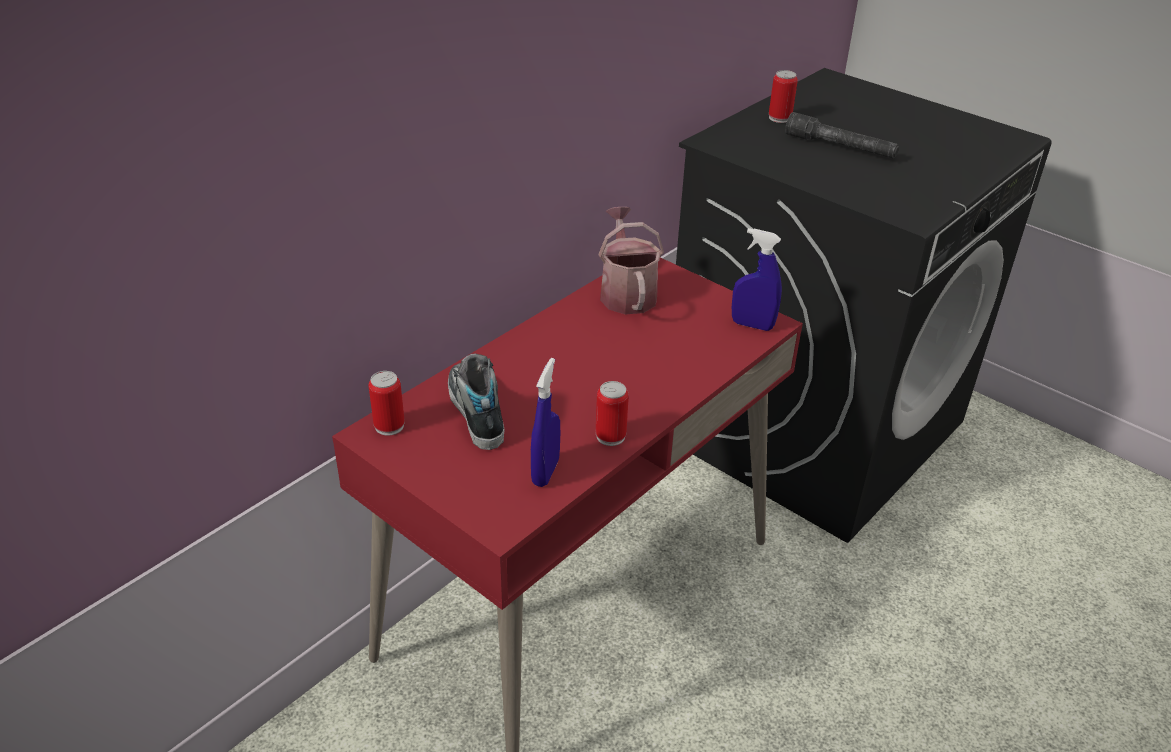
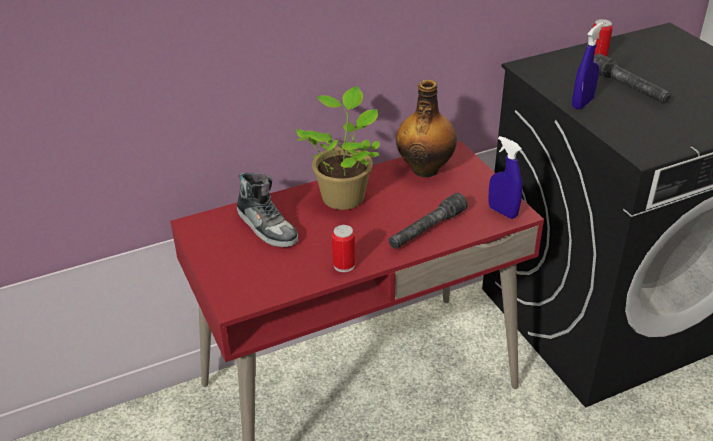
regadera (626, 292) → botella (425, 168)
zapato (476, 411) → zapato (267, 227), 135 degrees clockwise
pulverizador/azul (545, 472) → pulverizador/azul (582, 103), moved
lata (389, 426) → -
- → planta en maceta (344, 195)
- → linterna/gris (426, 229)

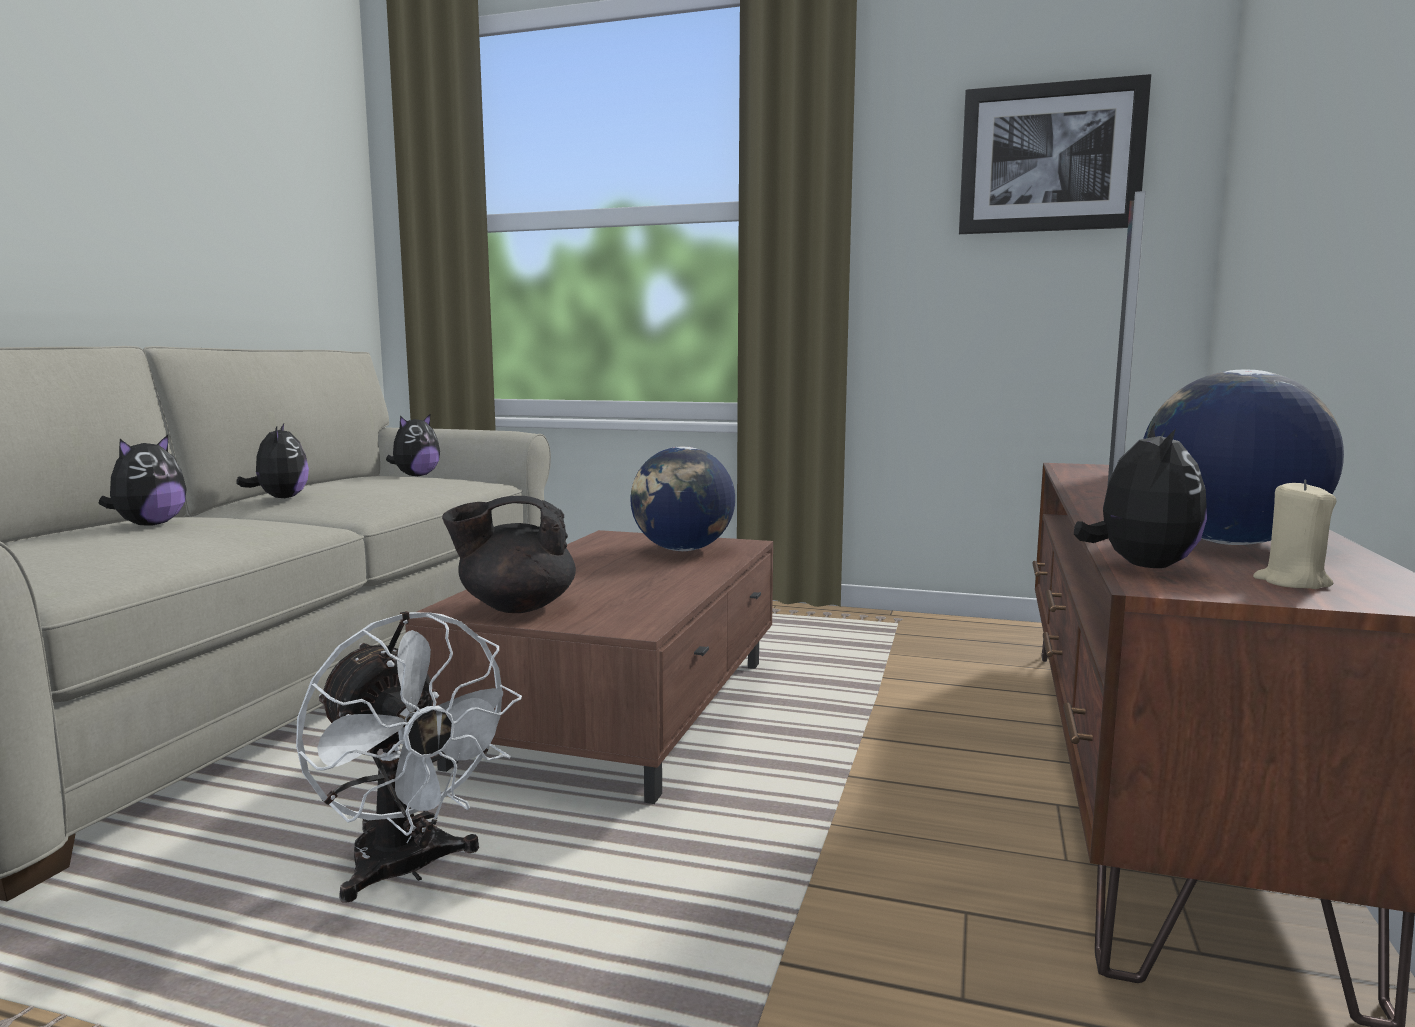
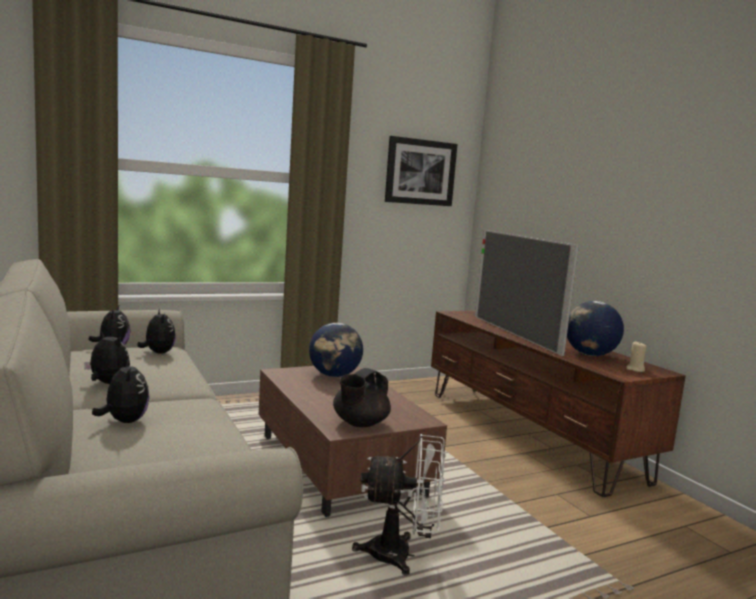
peluche (1139, 566) → peluche (158, 353), moved

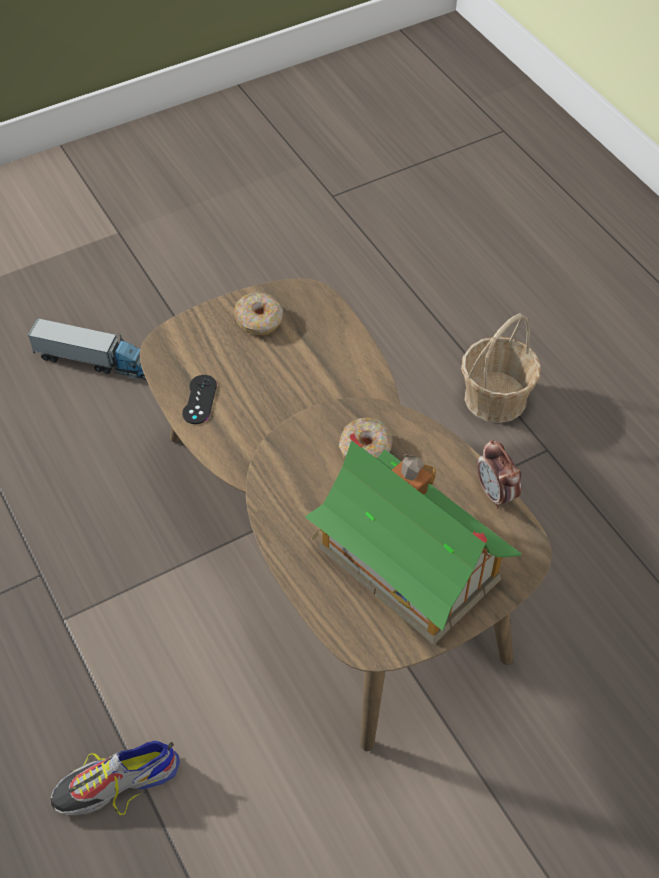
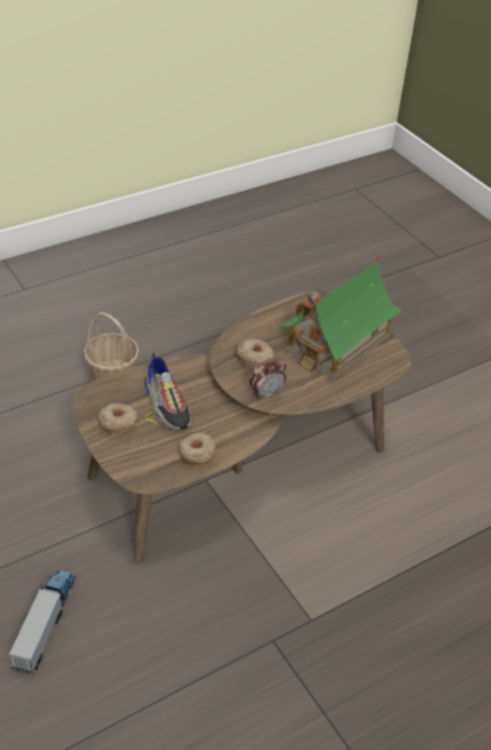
mando de consola/negro (199, 399) → rosquilla (197, 454)
despertador (495, 494) → despertador (267, 394), moved
zapato (116, 783) → zapato (167, 404), moved

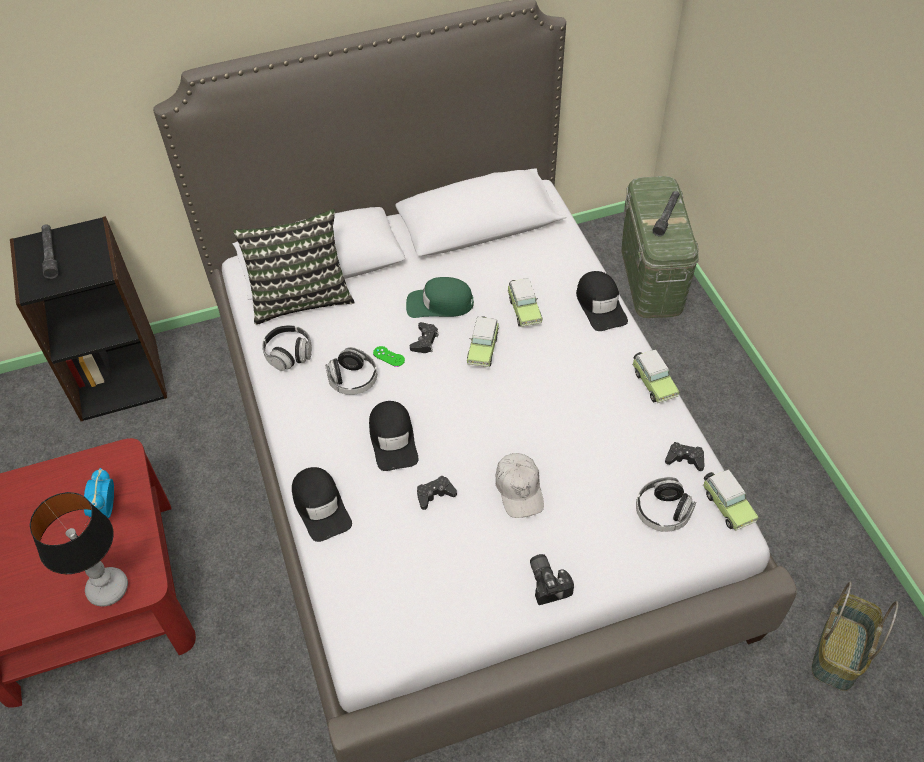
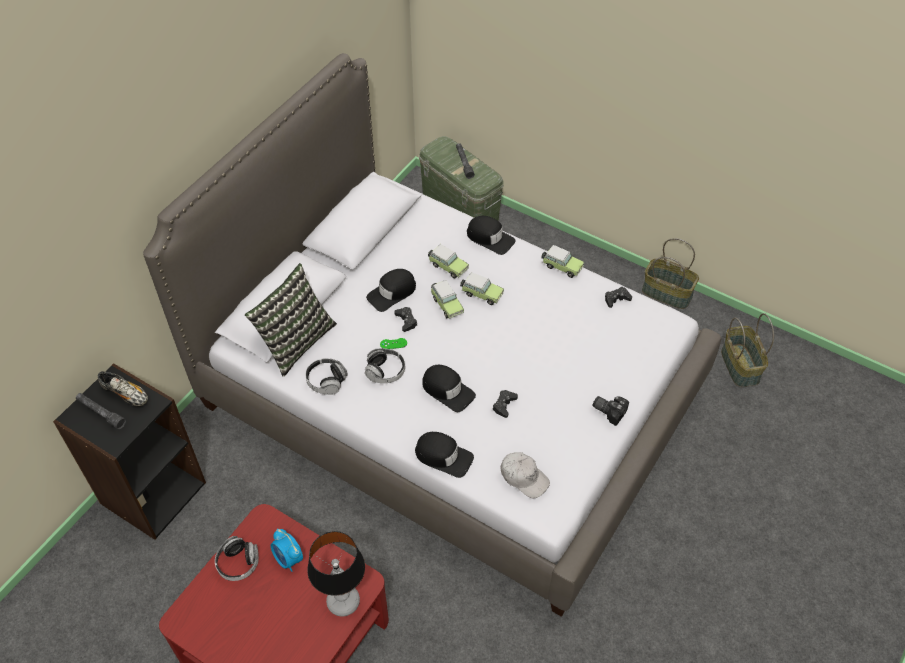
gorra/verde (439, 304) → gorra/negro (392, 293)
gorra/blanco (519, 489) → gorra/blanco (524, 477), moved
coche de juguete (726, 505) → coche de juguete (481, 294), moved
auriculares (662, 512) → auriculares (238, 563), moved
- → cesta (667, 293)
- → zapato (125, 394)

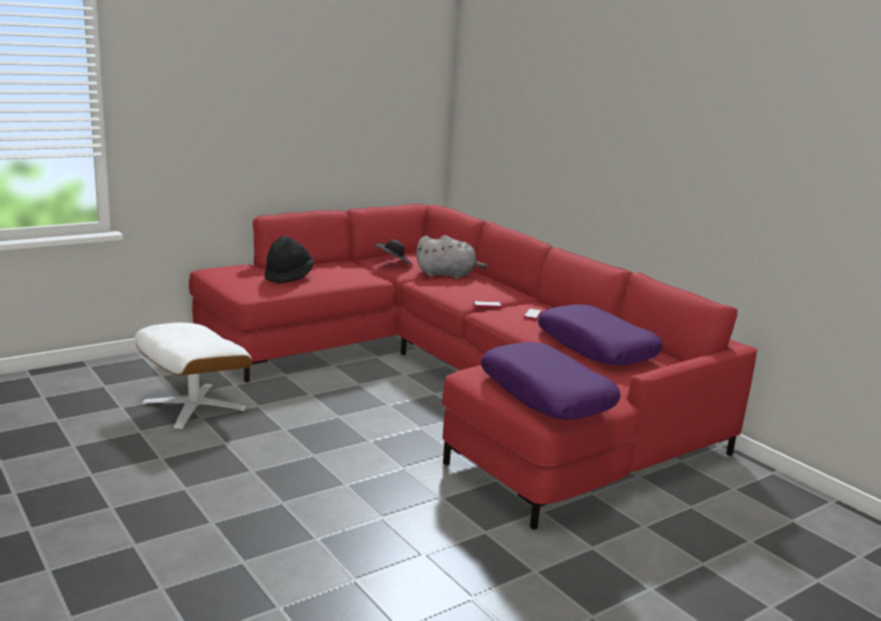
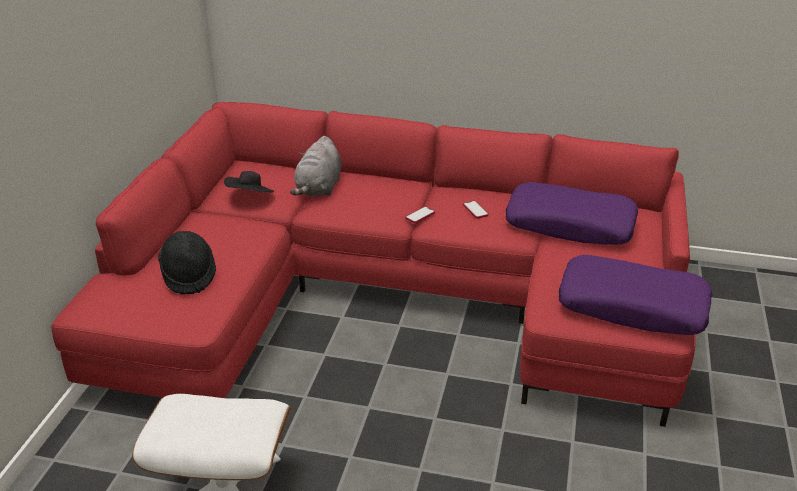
peluche/gris (448, 275) → peluche/gris (319, 188), 135 degrees clockwise

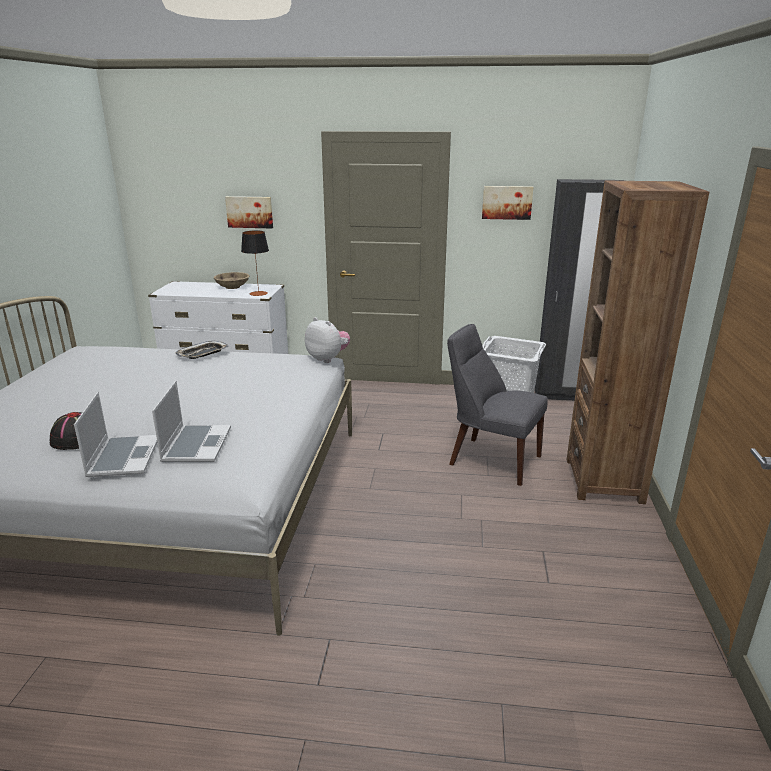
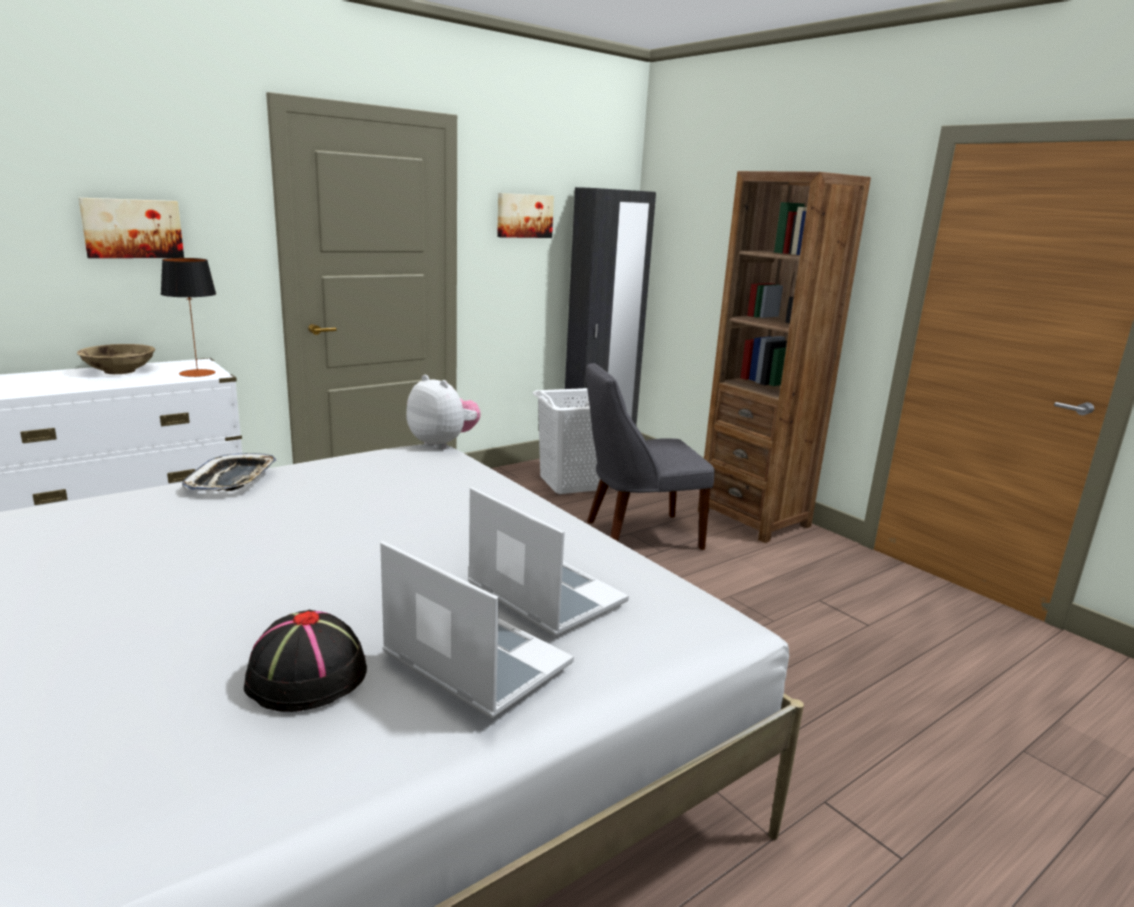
peluche (328, 359) → peluche (443, 444), 45 degrees clockwise

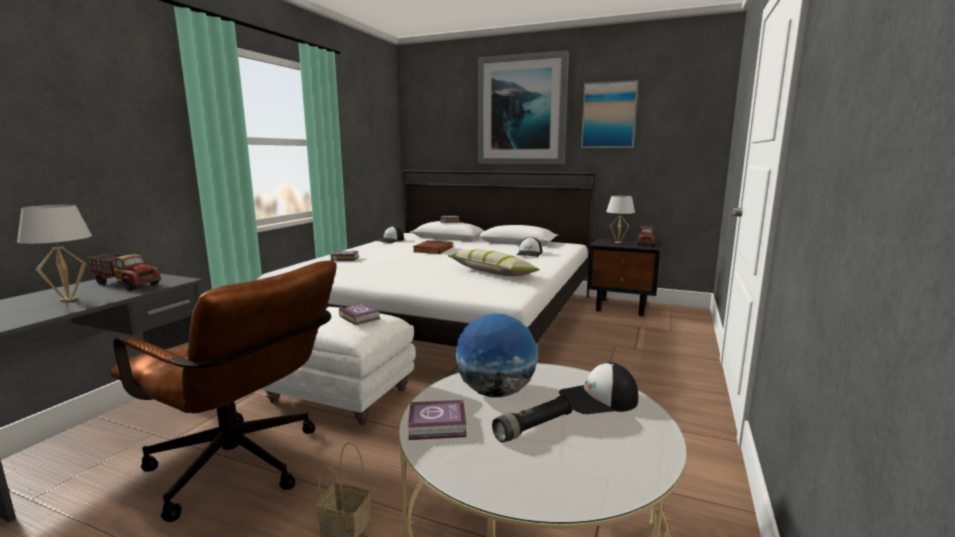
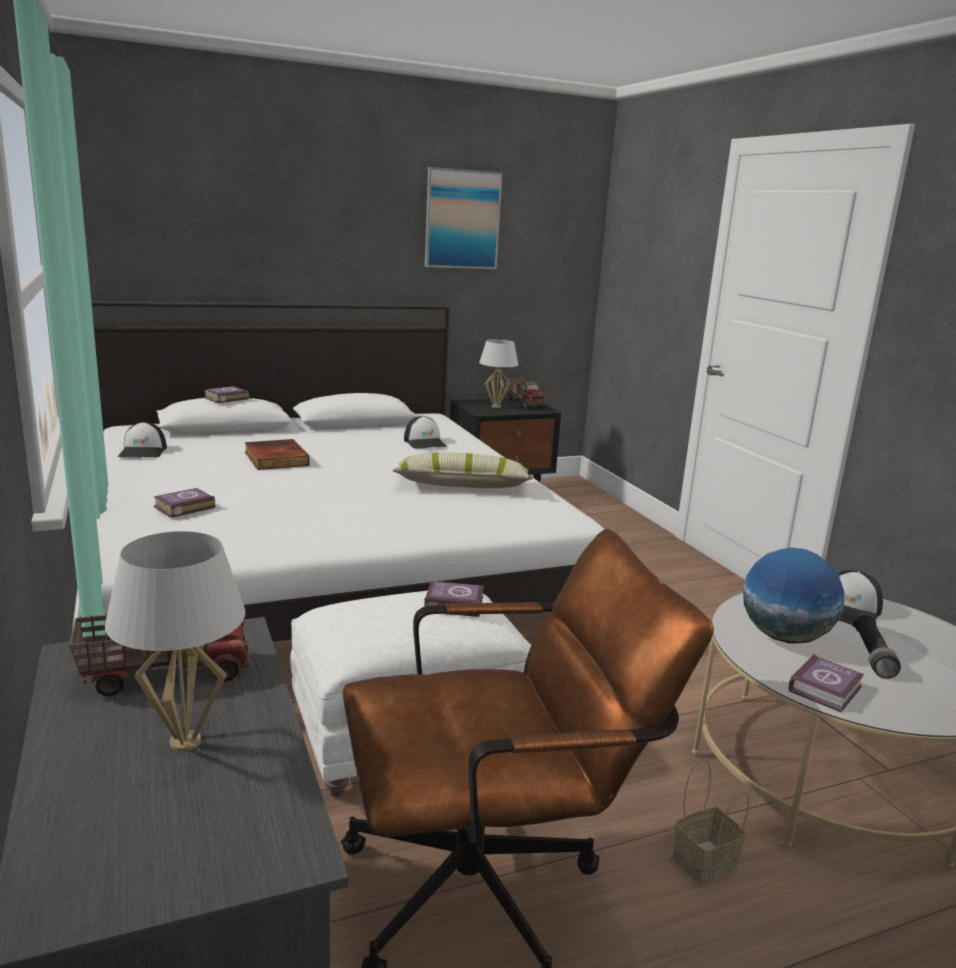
cuadro (522, 110) → -

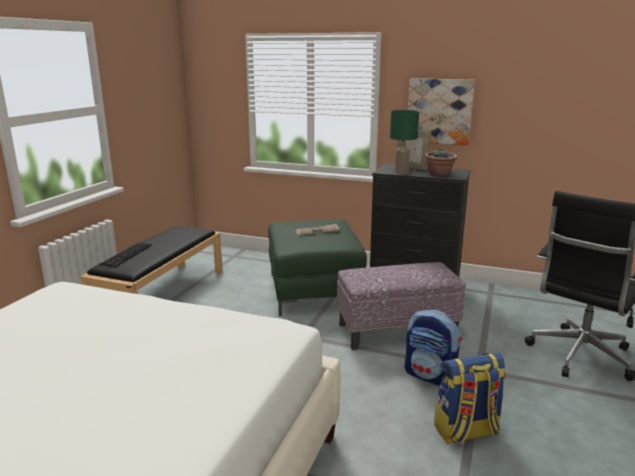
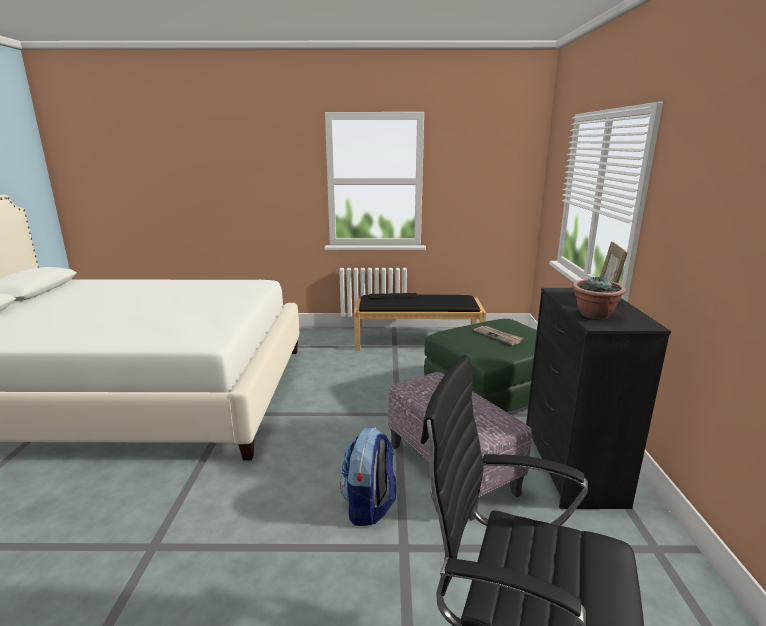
cuadro (439, 111) → -
lámpara de mesa/verde (402, 172) → -
mochila (466, 432) → -

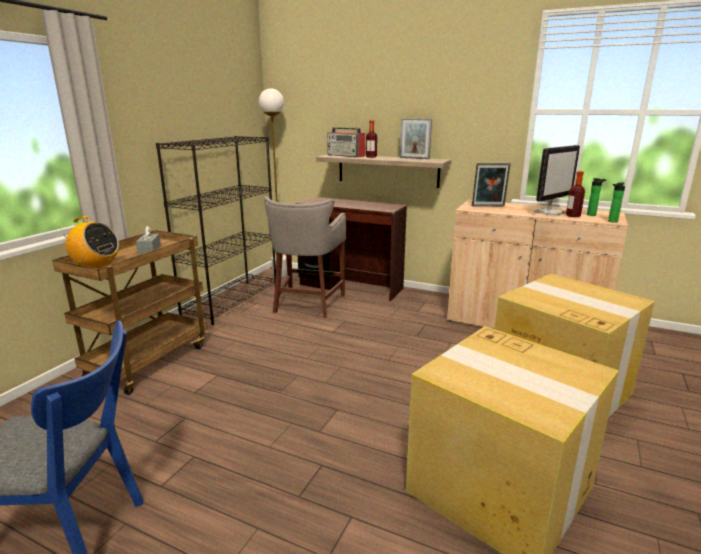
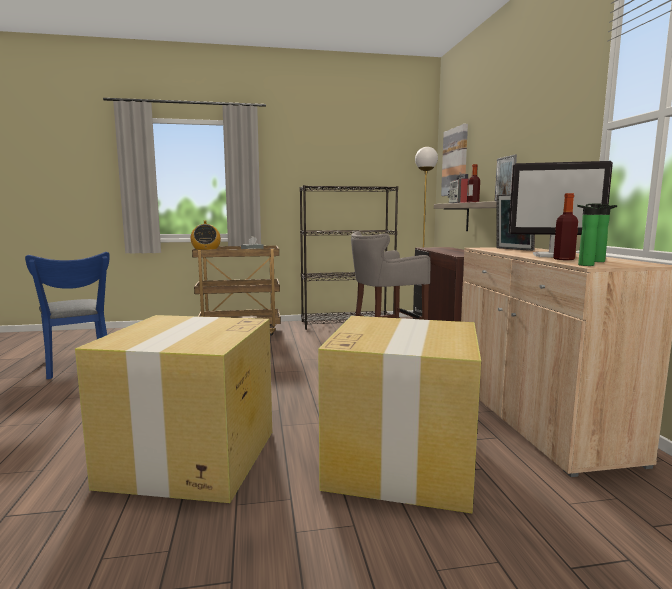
- → cuadro (455, 162)

